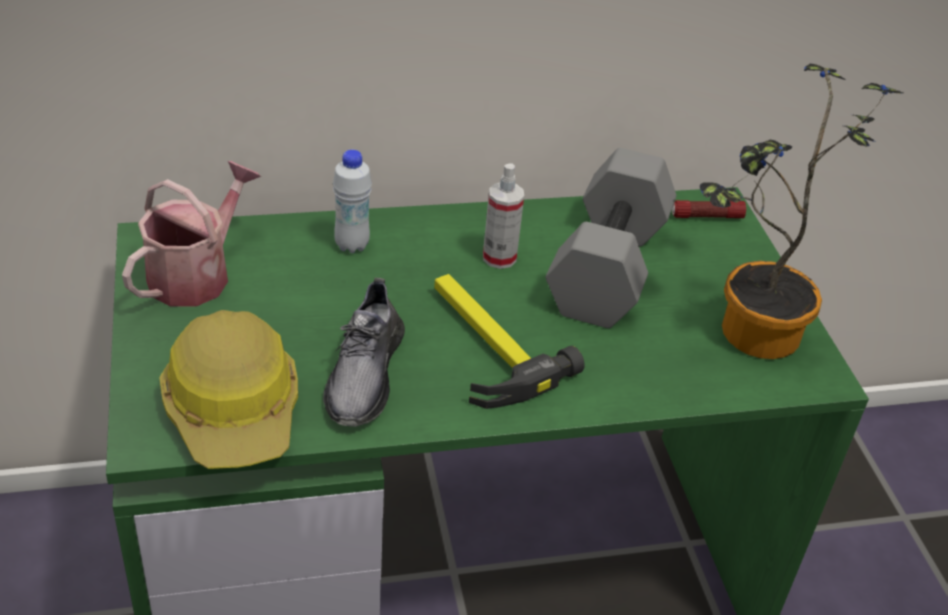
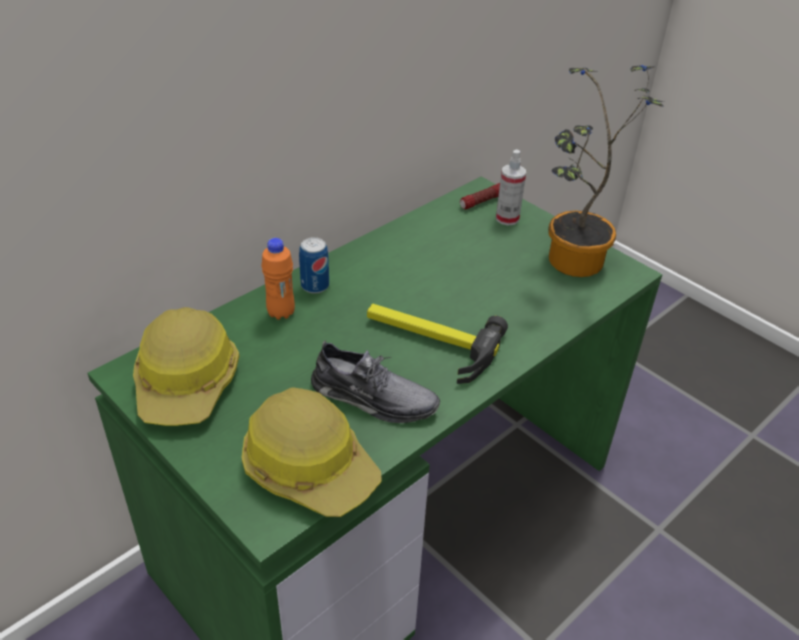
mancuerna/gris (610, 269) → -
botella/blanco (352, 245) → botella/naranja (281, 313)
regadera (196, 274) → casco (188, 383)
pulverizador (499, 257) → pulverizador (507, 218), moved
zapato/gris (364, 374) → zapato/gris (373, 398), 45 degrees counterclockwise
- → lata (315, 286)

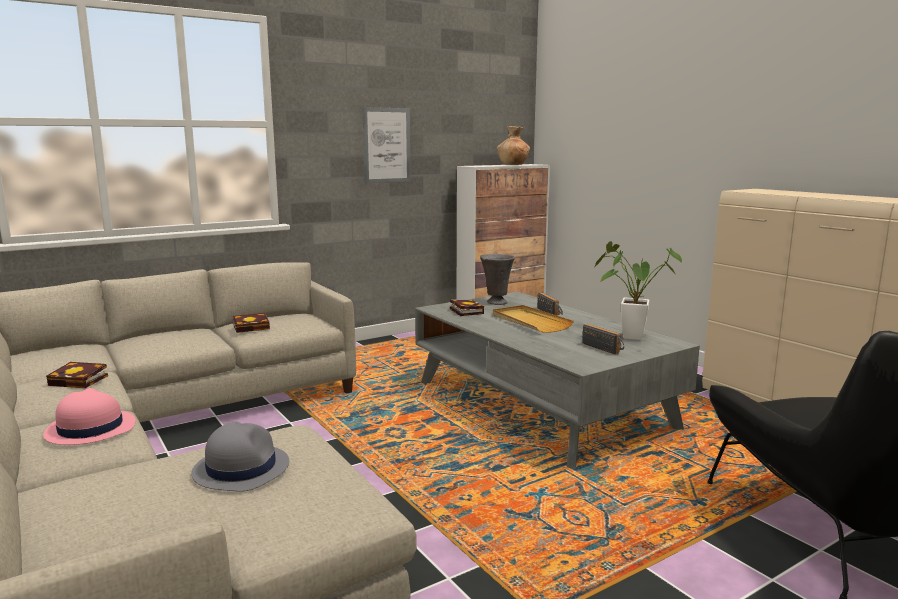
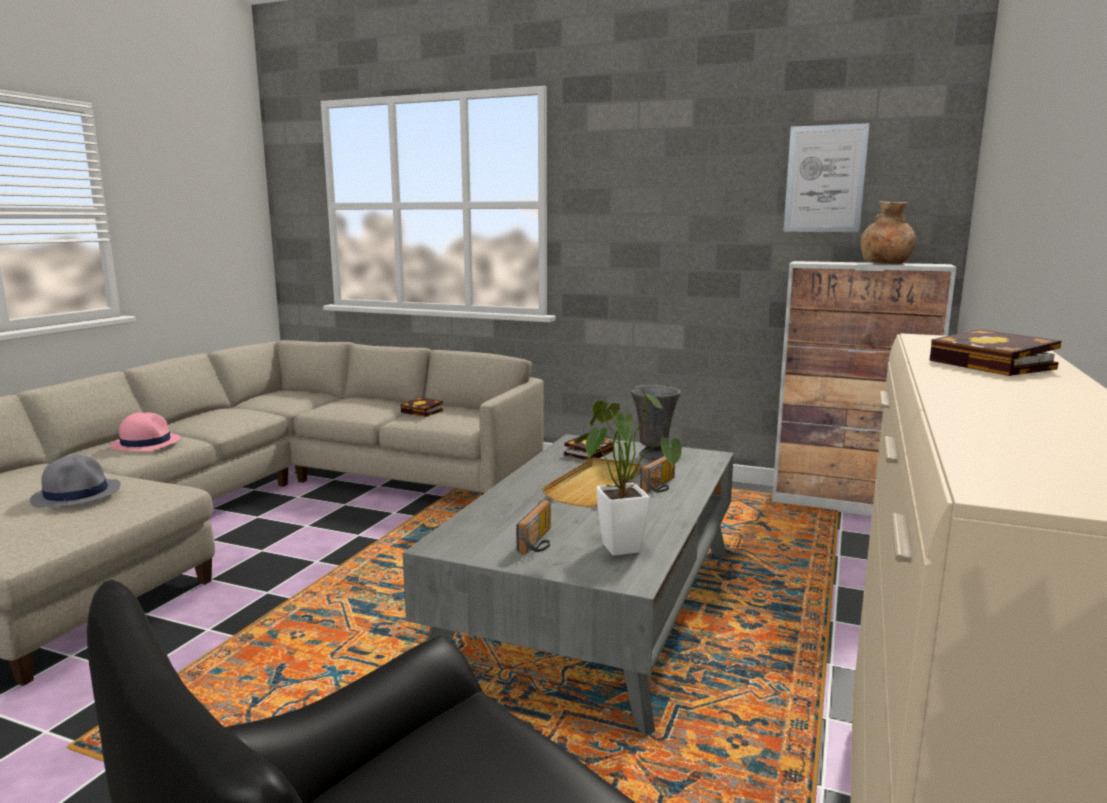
cuadro (386, 145) → cuadro (825, 179), moved
libro (81, 380) → libro (997, 365), moved

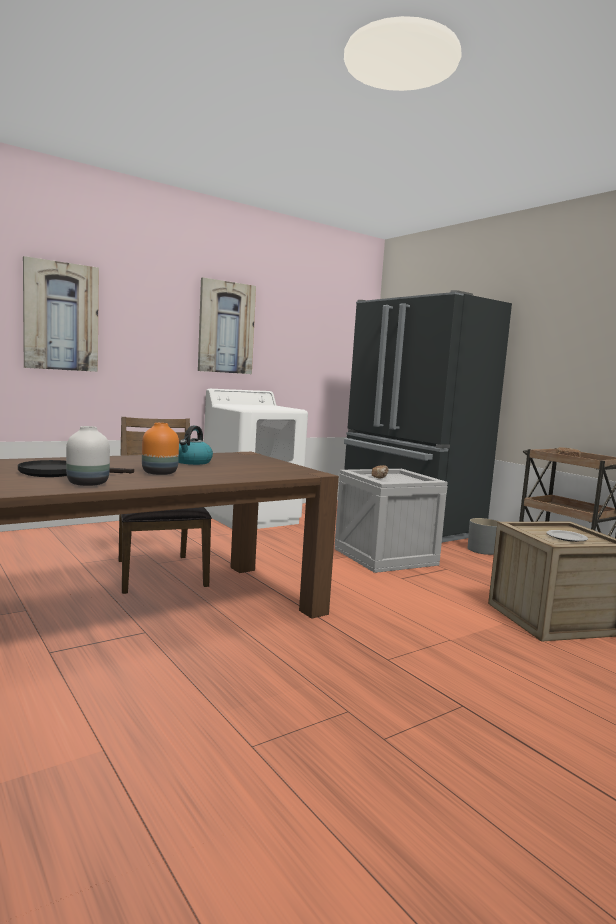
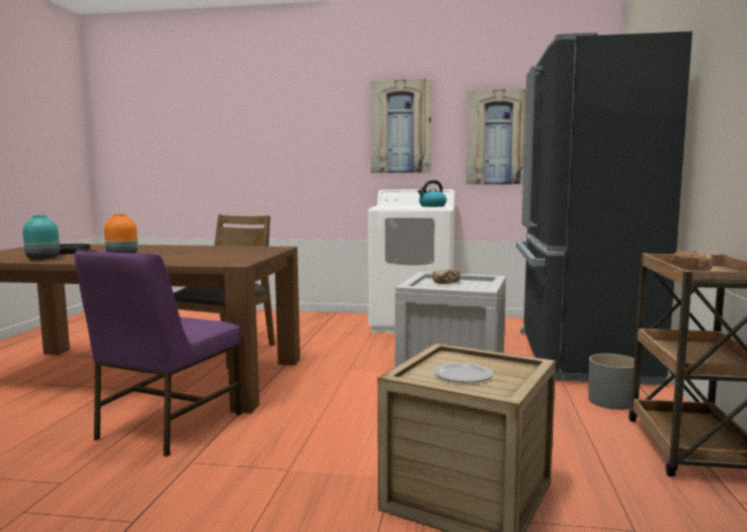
cuadro (61, 316) → cuadro (498, 137), moved
florero/blanco (88, 483) → florero/turquesa (44, 258)
hervidor (192, 462) → hervidor (432, 206), moved
- → silla/morado (167, 426)

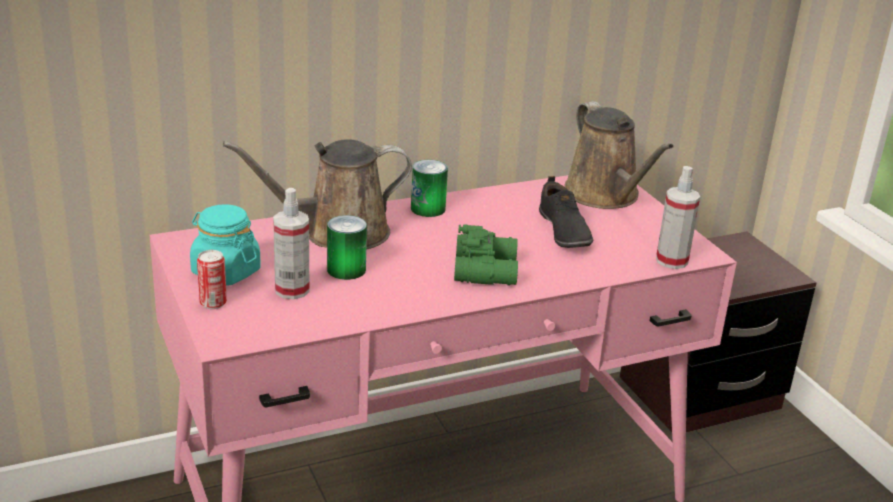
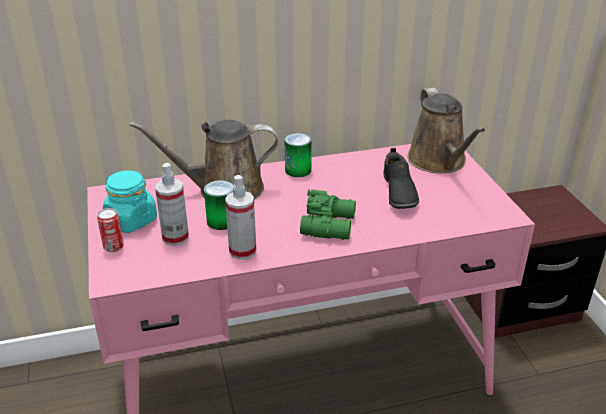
pulverizador (671, 261) → pulverizador (242, 251), moved

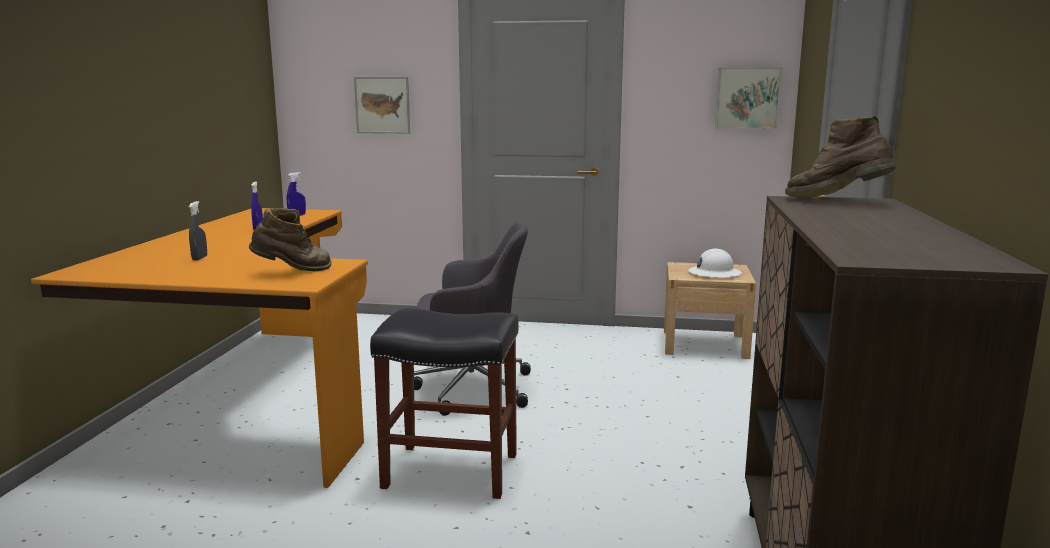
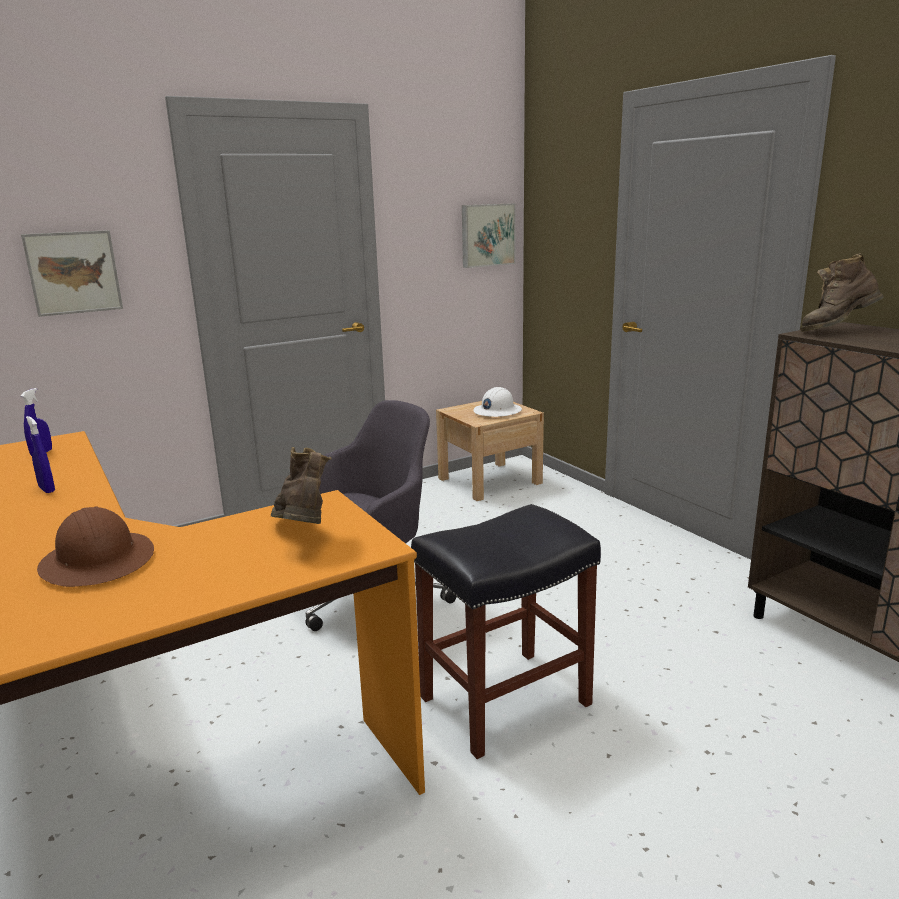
pulverizador/gris (199, 258) → casco/marrón (98, 561)
bota/marrón (293, 271) → bota/marrón (302, 535), 45 degrees counterclockwise

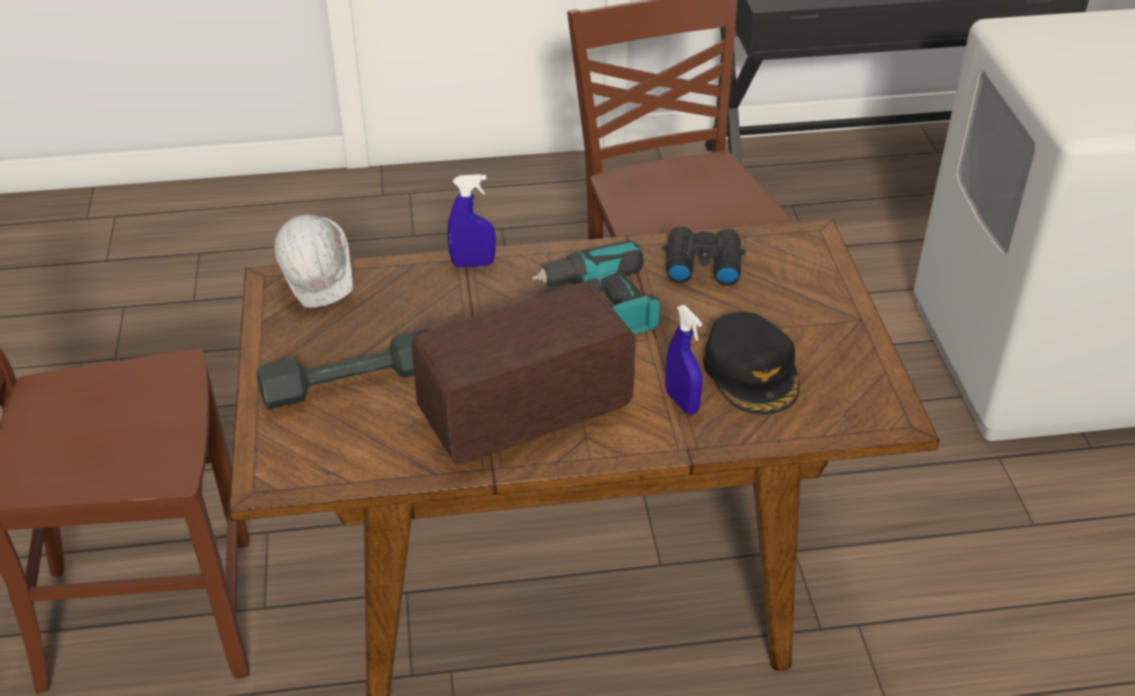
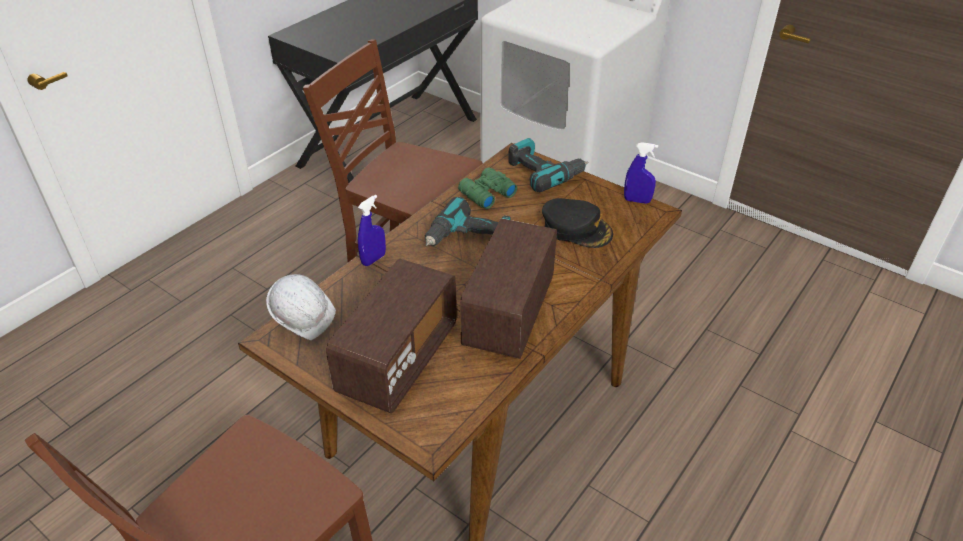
prismáticos/negro (701, 265) → prismáticos/verde (486, 194)
pulverizador/azul (682, 402) → pulverizador/azul (637, 200), moved
mancuerna/gris (350, 382) → radio (398, 360)
- → taladro (544, 172)

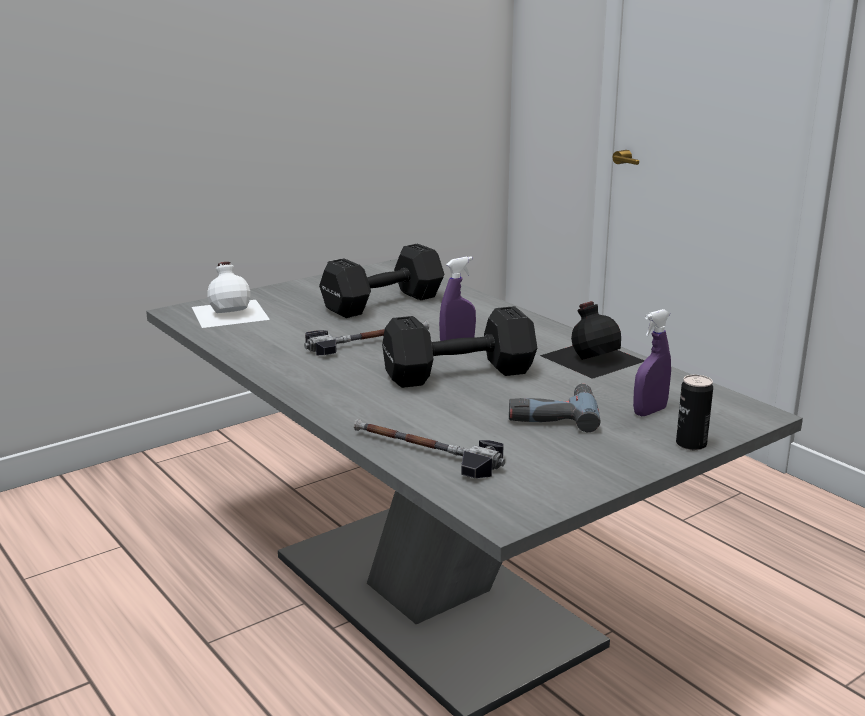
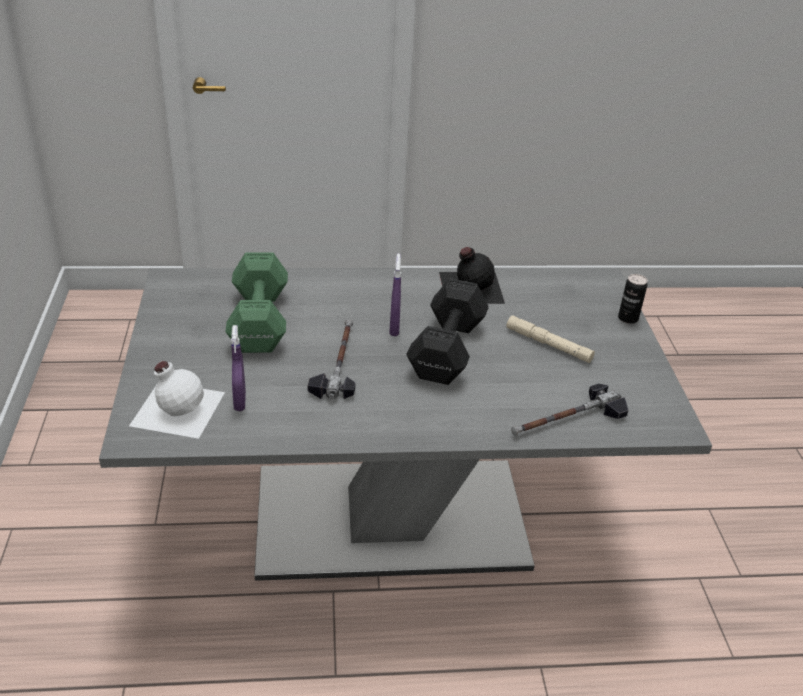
mancuerna/negro (380, 304) → mancuerna/verde (258, 322)
pulverizador/morado (649, 411) → pulverizador/morado (239, 402), moved
taladro (552, 414) → linterna/beis (548, 344)

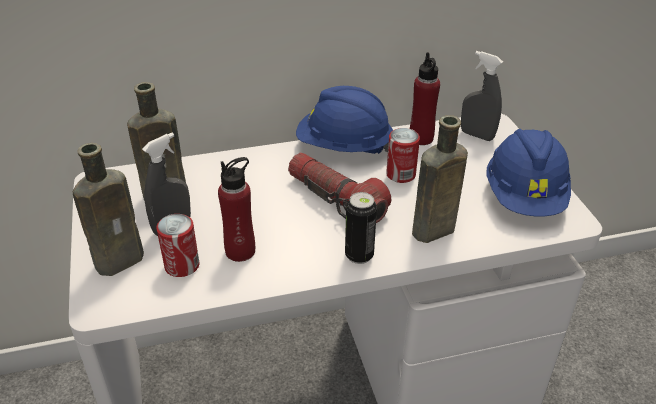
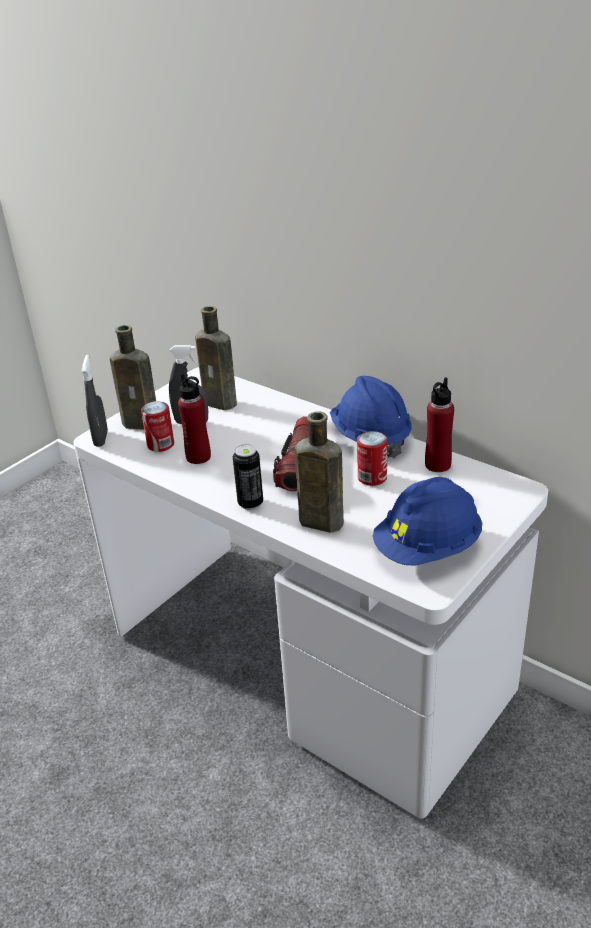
pulverizador/gris (477, 135) → pulverizador/gris (101, 438), moved

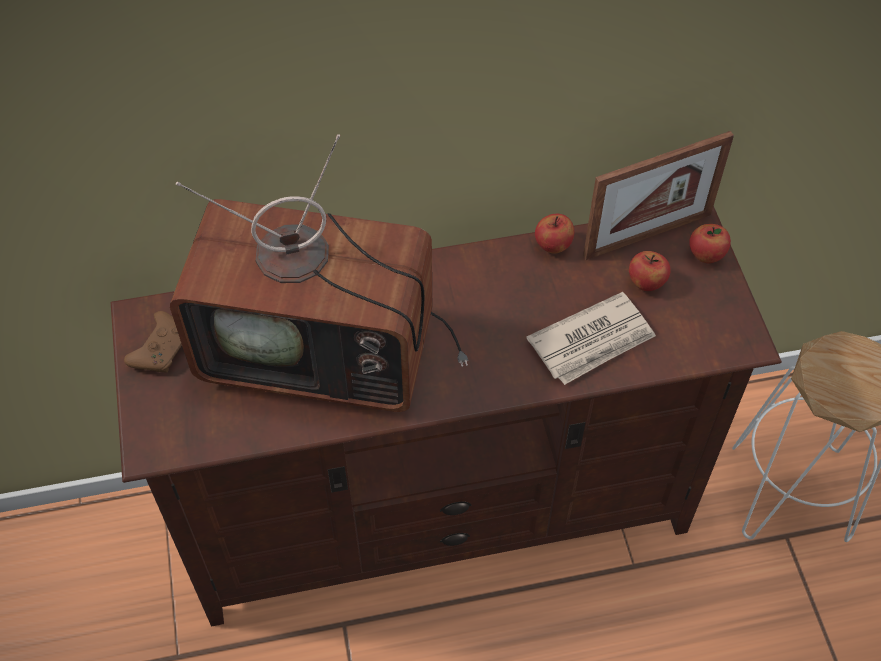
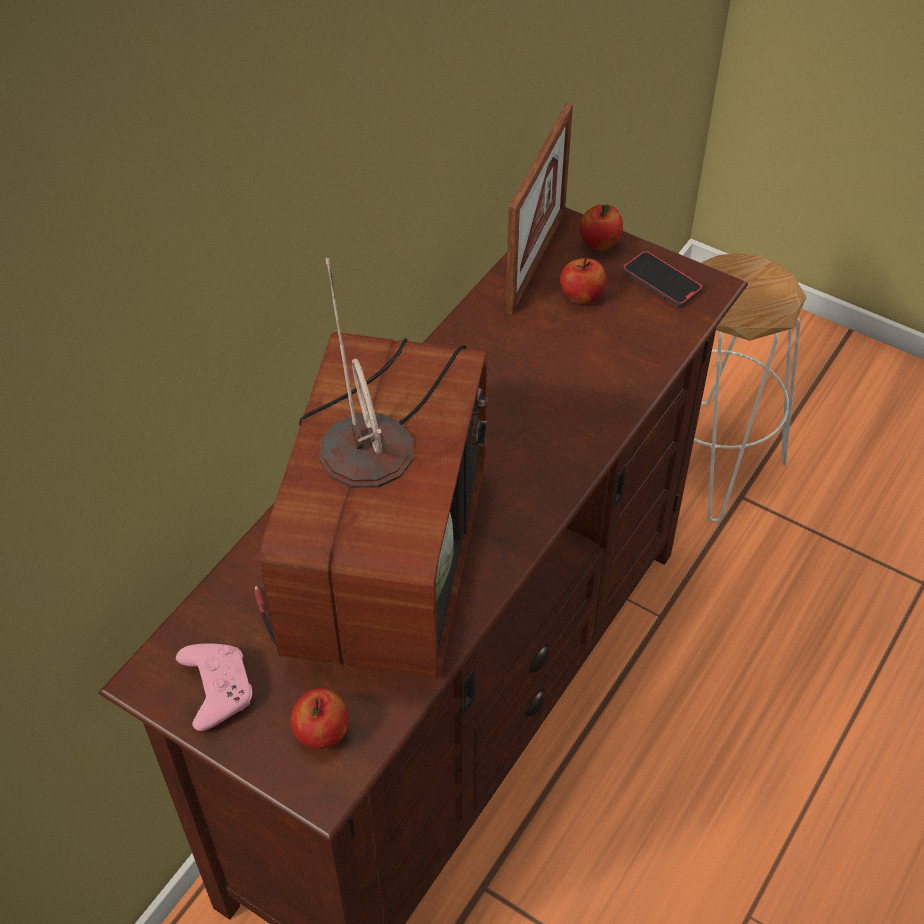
televisor (326, 348) → televisor (380, 557), 45 degrees counterclockwise
manzana (552, 246) → manzana (322, 734), moved
periódico (593, 341) → -
mando de consola/marrón (161, 349) → mando de consola/rosa (216, 689)
- → móvil (661, 281)

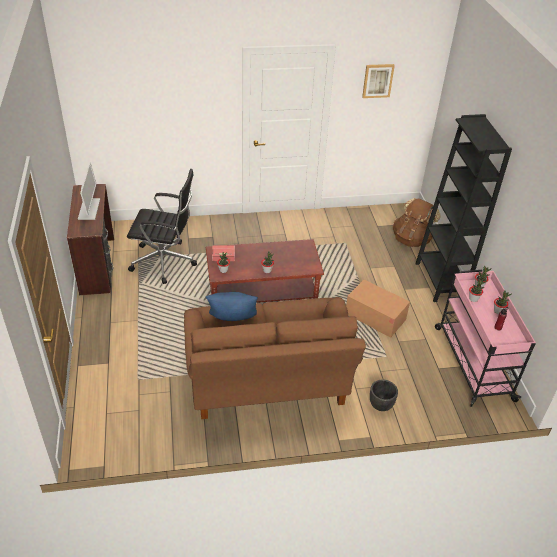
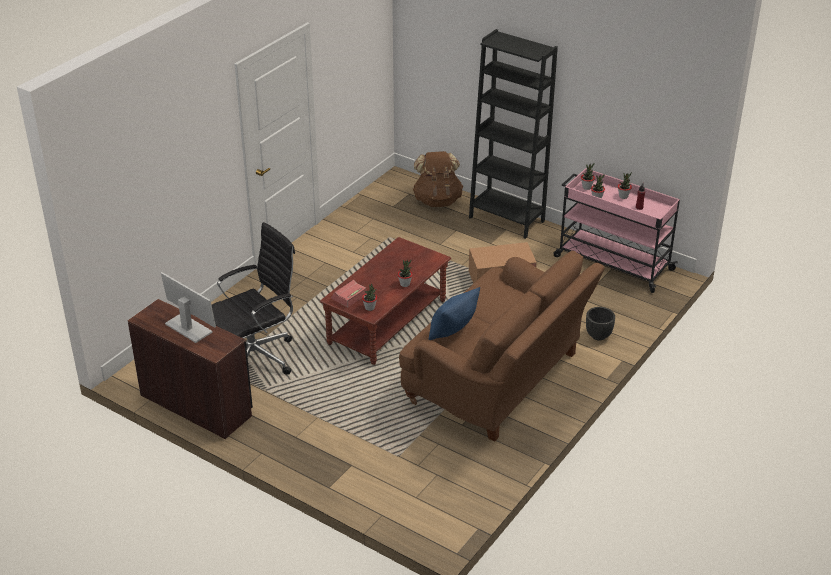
cuadro (377, 80) → -

